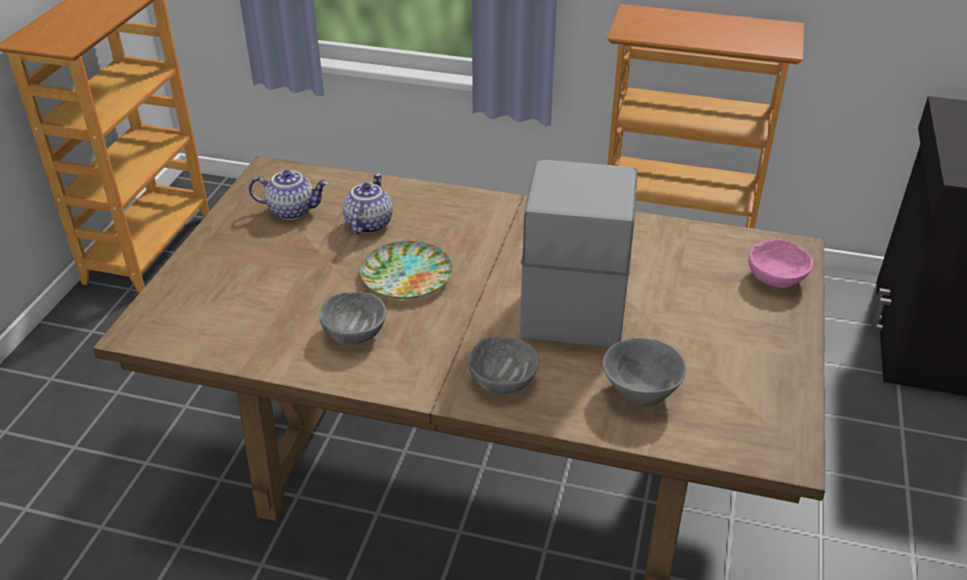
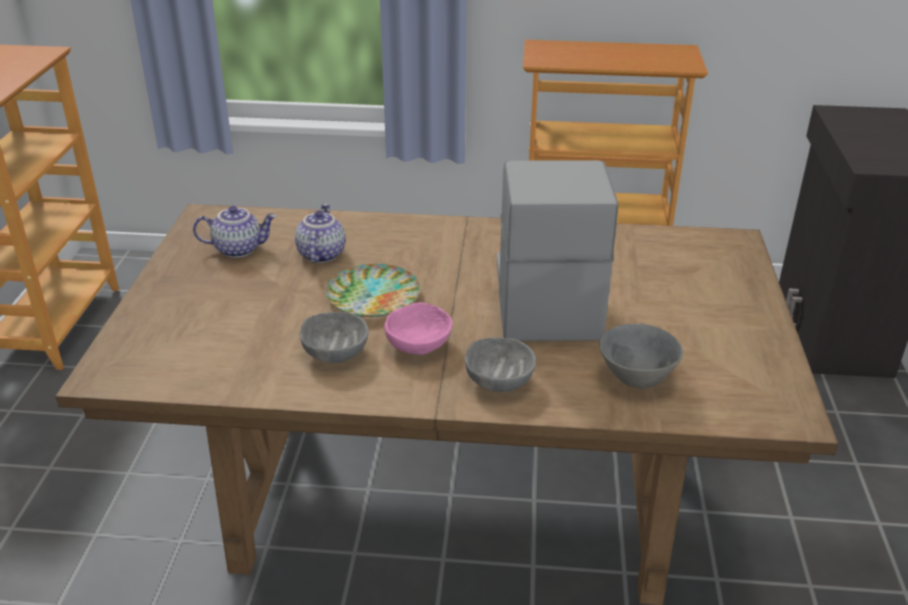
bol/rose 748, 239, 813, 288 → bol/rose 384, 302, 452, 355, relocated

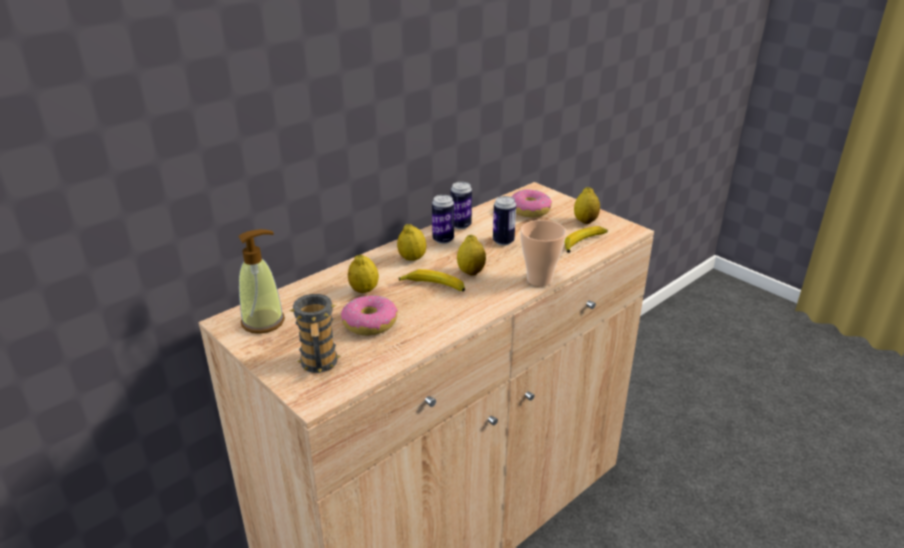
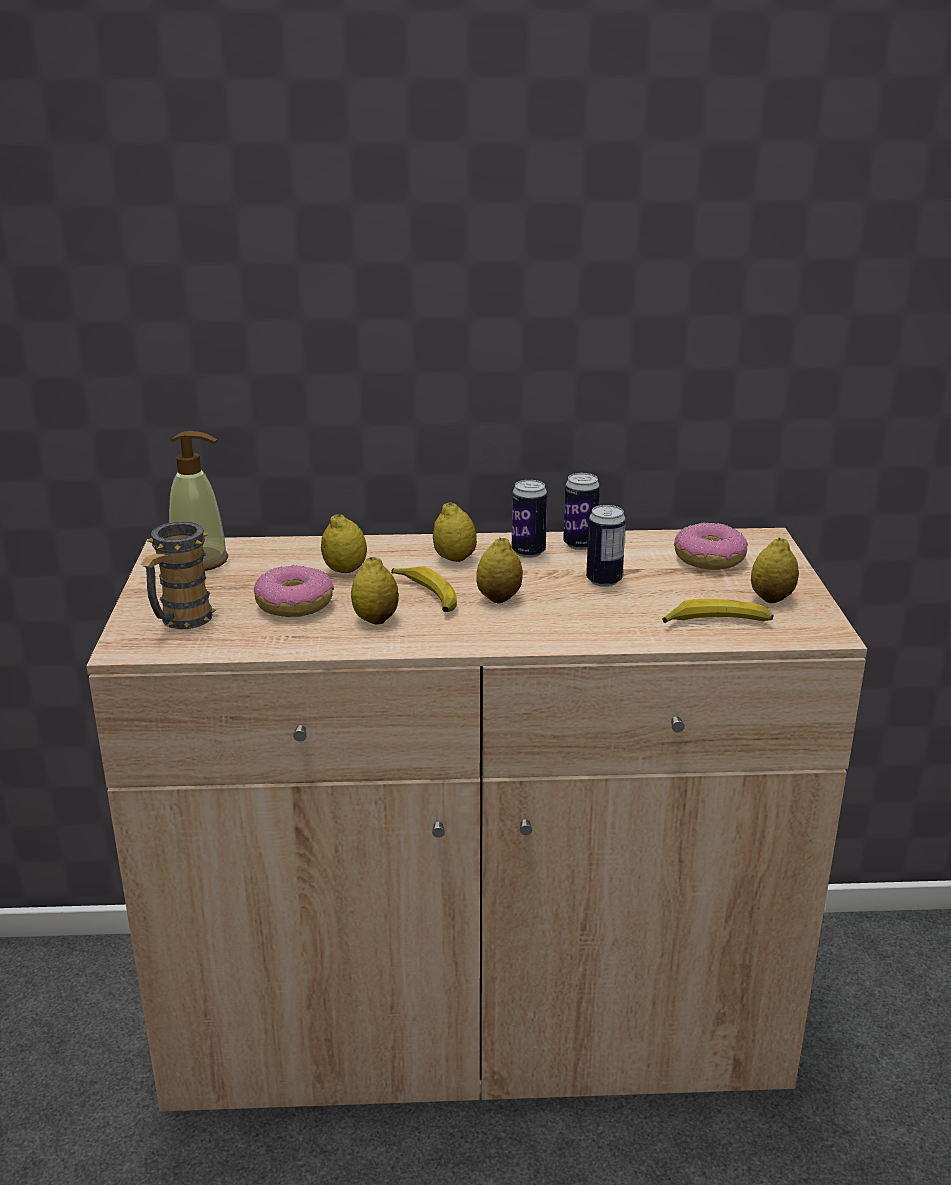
tasse 521, 220, 566, 287 → -
- → citron 351, 557, 399, 624

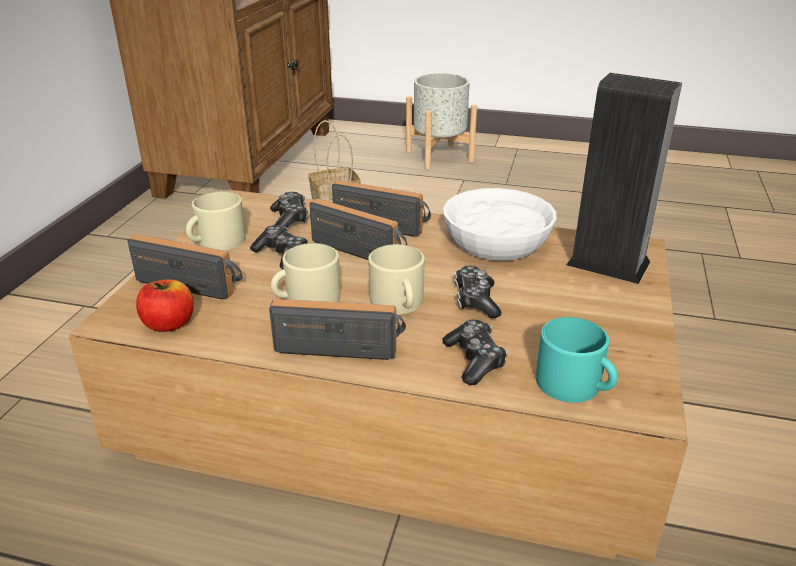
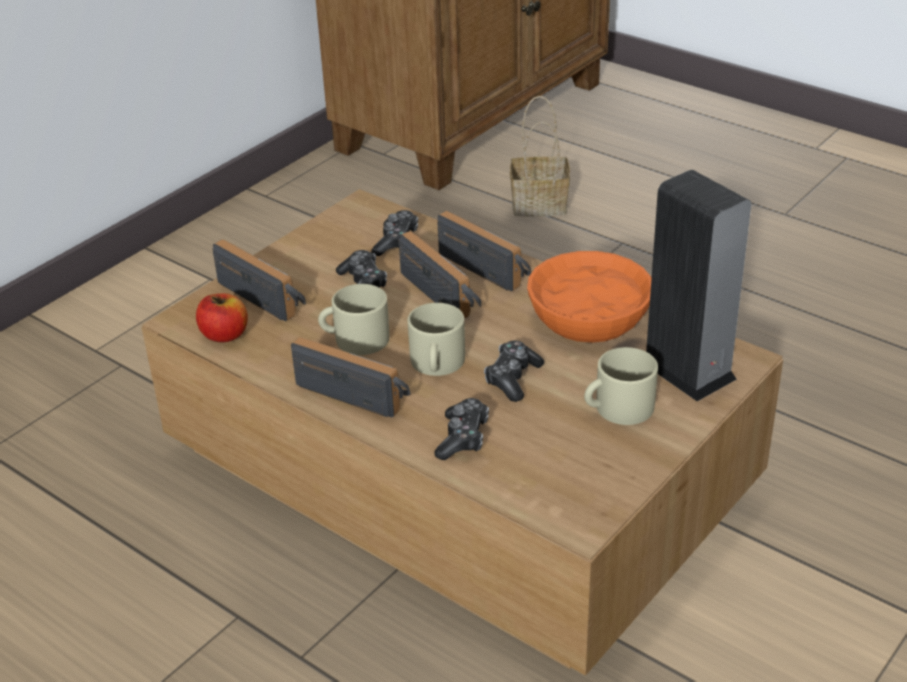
cache-pot/gris 406, 73, 477, 169 → -
mug/turquoise 536, 317, 618, 403 → -
mug/beige 186, 191, 246, 251 → mug/beige 584, 347, 658, 425, relocated
bol/blanc 443, 188, 557, 261 → bol/orange 527, 251, 652, 343

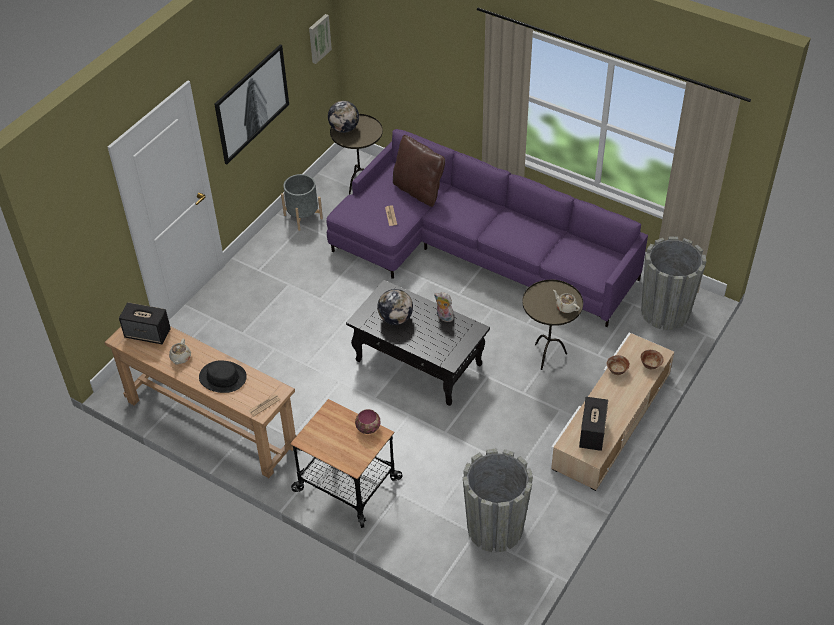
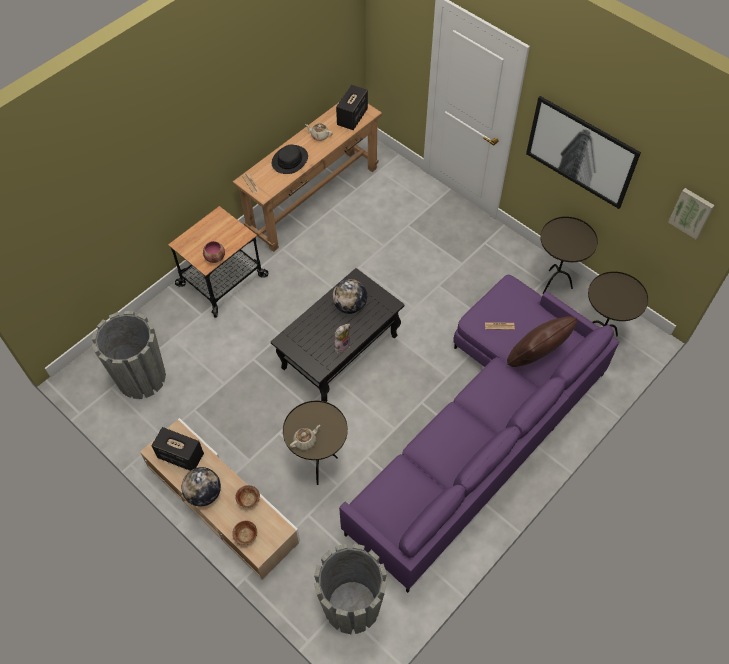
globe 328, 101, 359, 133 → globe 181, 467, 221, 506, relocated
cache-pot/gris 281, 174, 323, 231 → table d'appoint/marron 540, 216, 598, 294

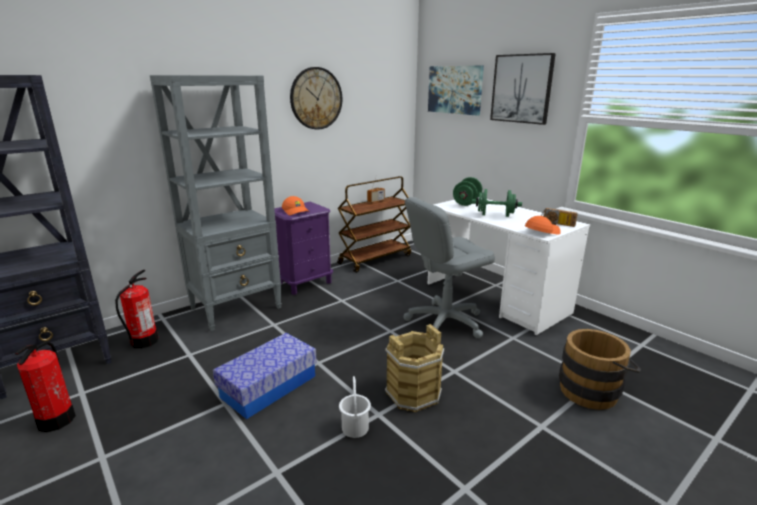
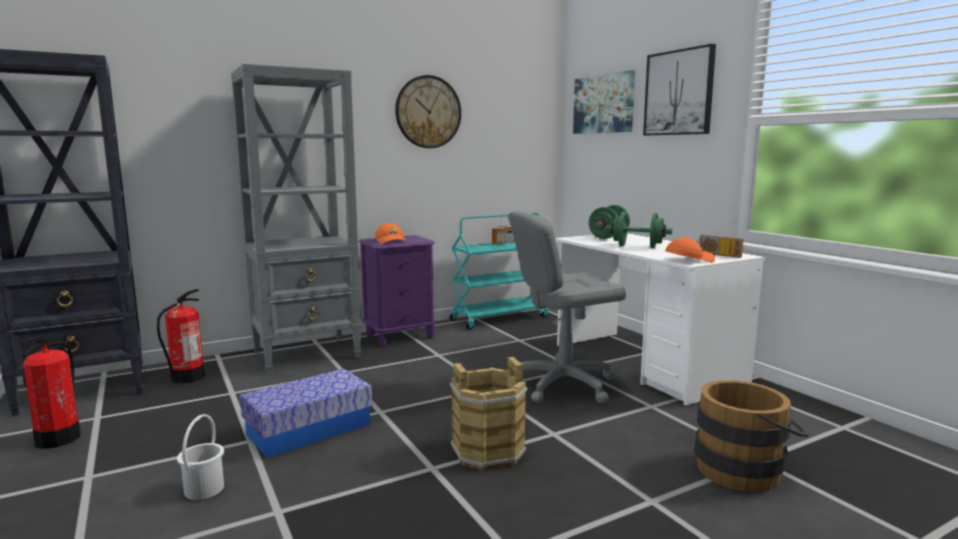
seau/blanc 339, 376, 371, 438 → seau/blanc 177, 414, 224, 500, relocated
chariot/marron 337, 176, 411, 273 → chariot/turquoise 449, 213, 549, 330

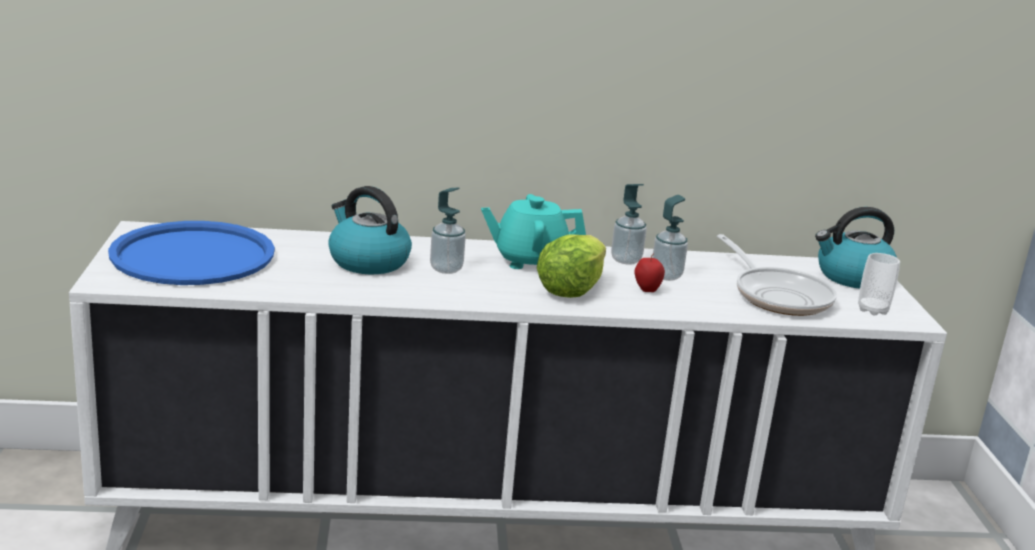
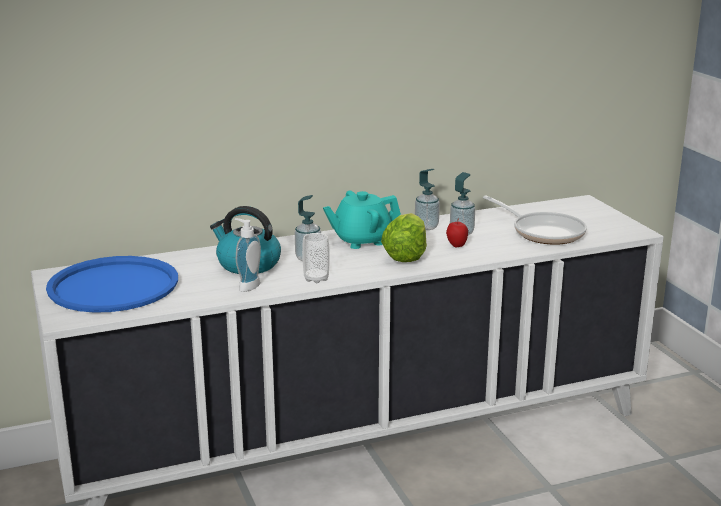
bouilloire 815, 207, 897, 289 → -
- → distributeur de savon 235, 218, 261, 292
tasse 858, 253, 900, 316 → tasse 302, 233, 330, 283, relocated

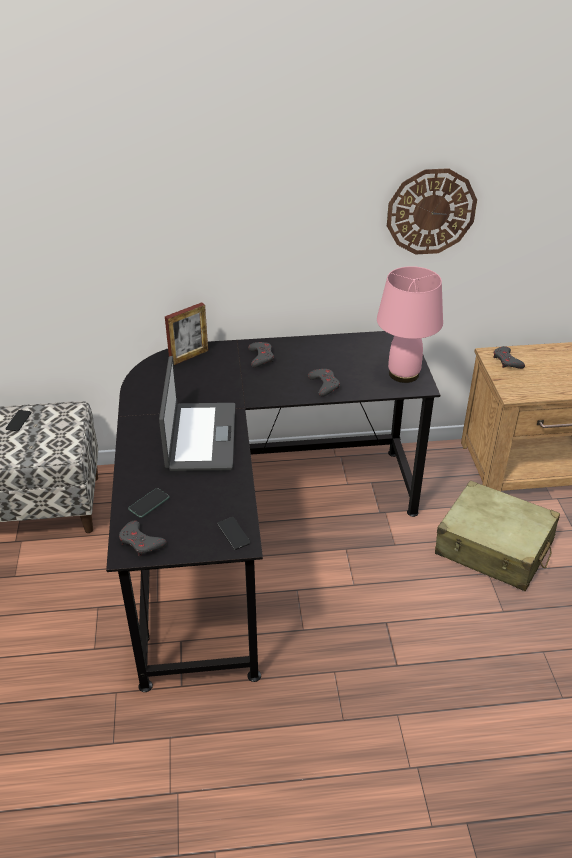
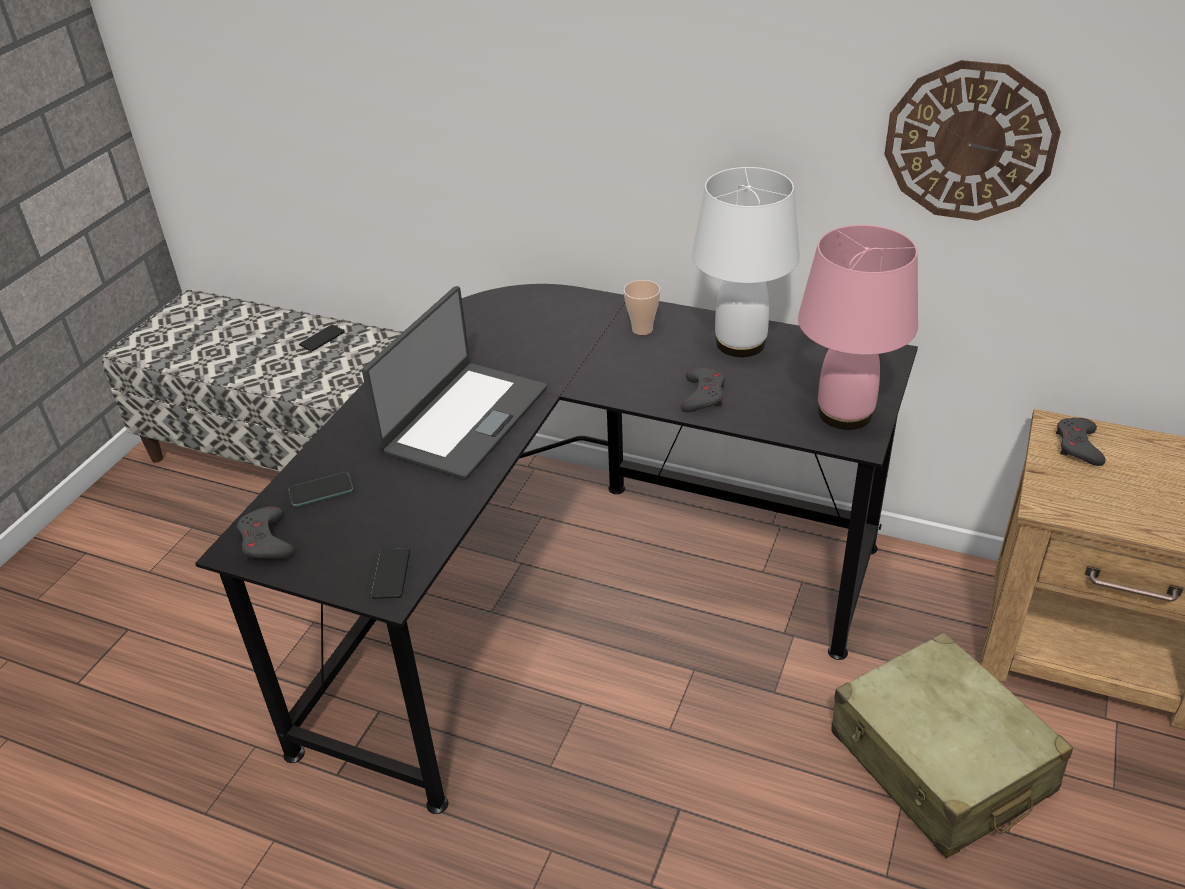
cadre photo 165, 302, 208, 365 → -
- → lampe de table/blanc 692, 167, 800, 357
manette/gris 248, 342, 274, 368 → tasse 624, 280, 661, 335

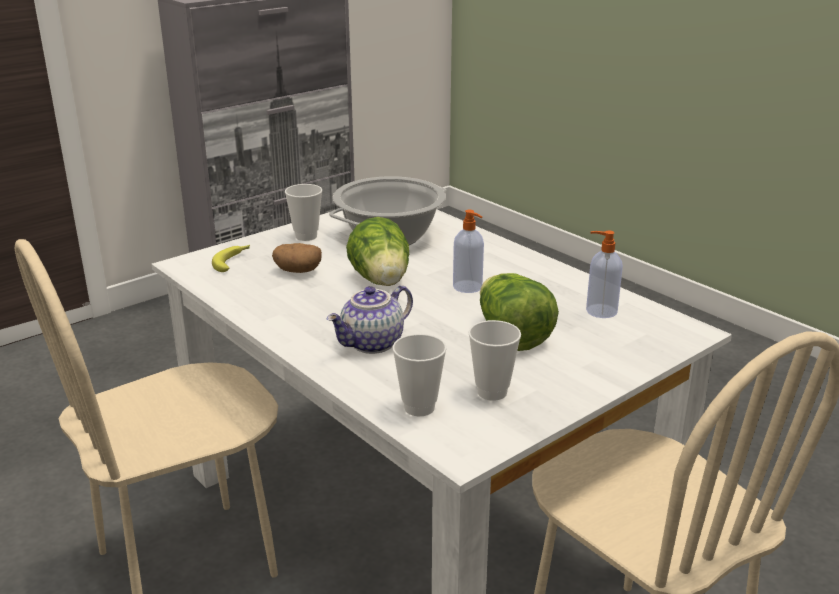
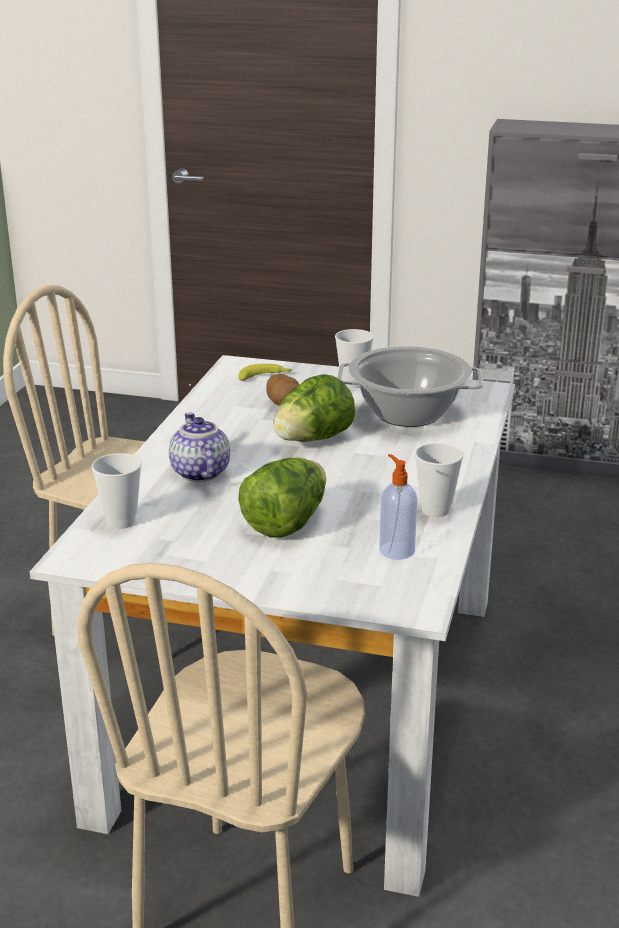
distributeur de savon 453, 210, 484, 293 → -
tasse 468, 320, 521, 401 → tasse 415, 443, 463, 517, relocated
théière 327, 285, 413, 354 → théière 169, 413, 230, 482, 60 degrees clockwise

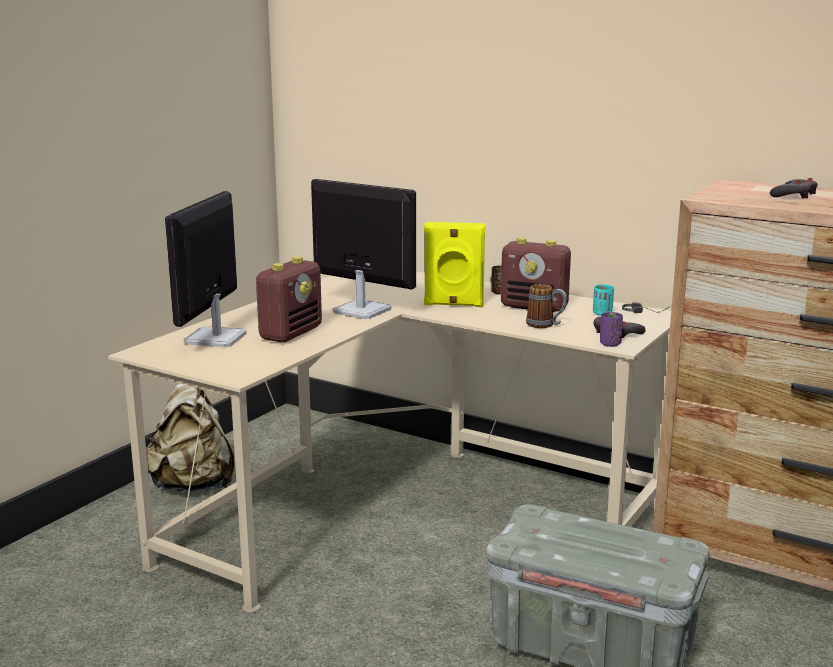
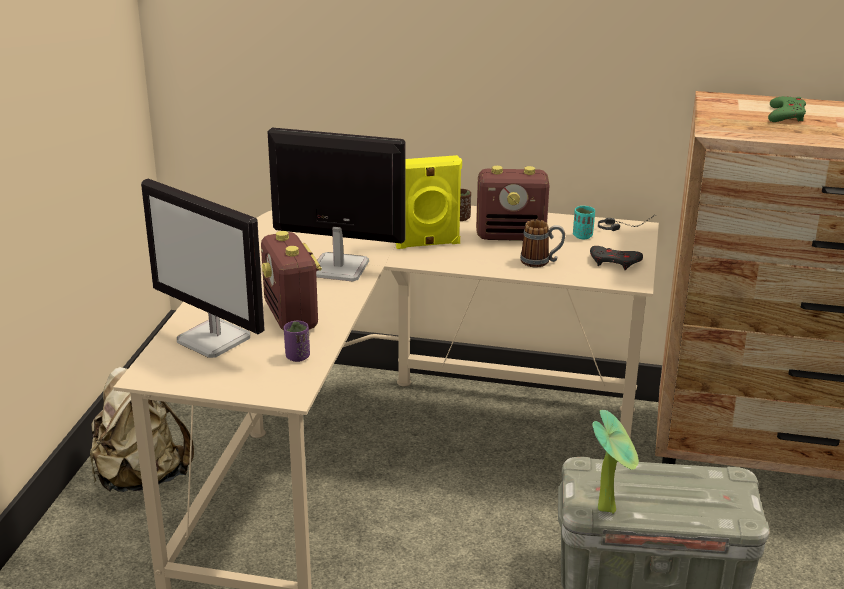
- → plante en pot 592, 410, 639, 514
tasse/violet 600, 312, 623, 347 → tasse/violet 284, 321, 310, 362, relocated
manette/gris 770, 178, 818, 198 → manette/vert 768, 96, 806, 122
écran d'ordinateur 165, 191, 246, 347 → écran d'ordinateur 141, 179, 265, 358, 45 degrees counterclockwise
radio 256, 256, 322, 342 → radio 261, 231, 322, 331, 150 degrees clockwise

